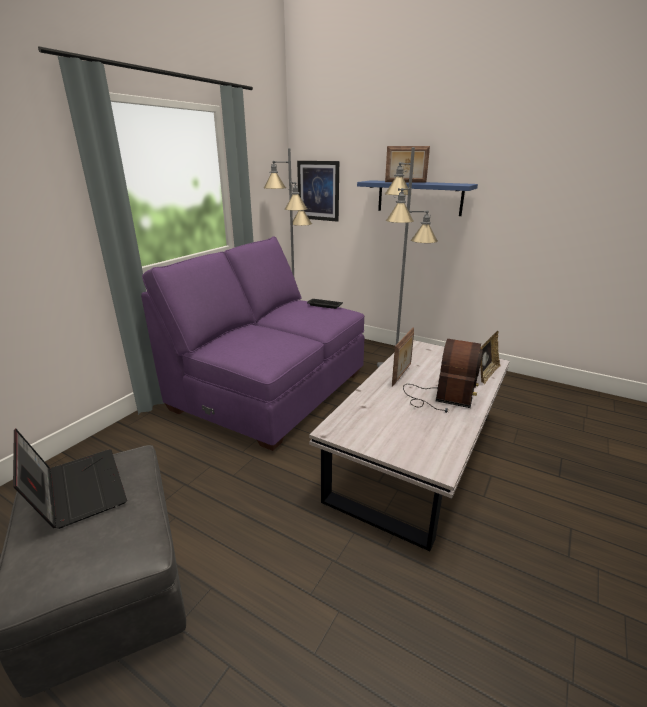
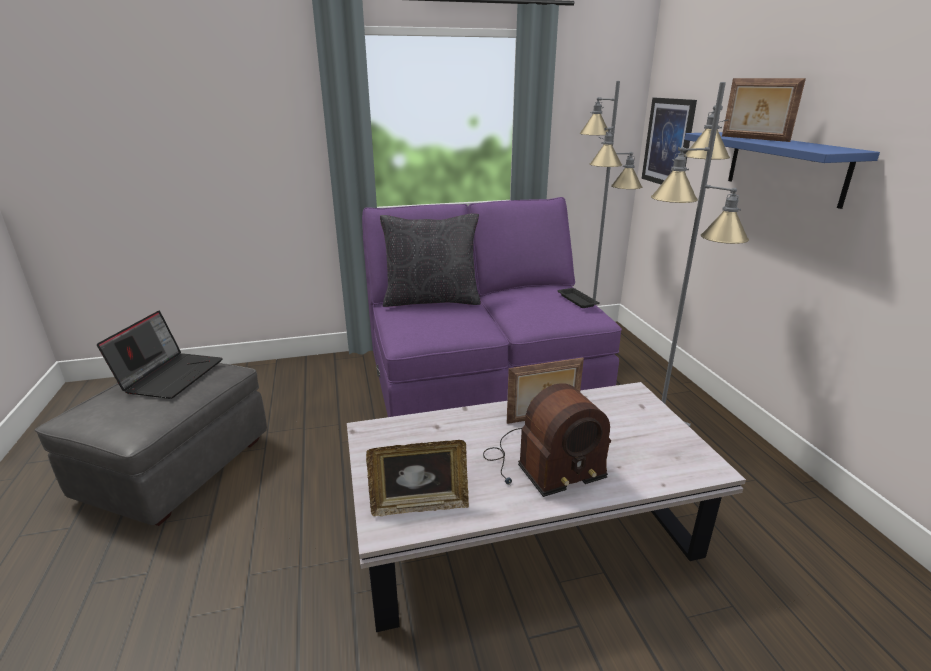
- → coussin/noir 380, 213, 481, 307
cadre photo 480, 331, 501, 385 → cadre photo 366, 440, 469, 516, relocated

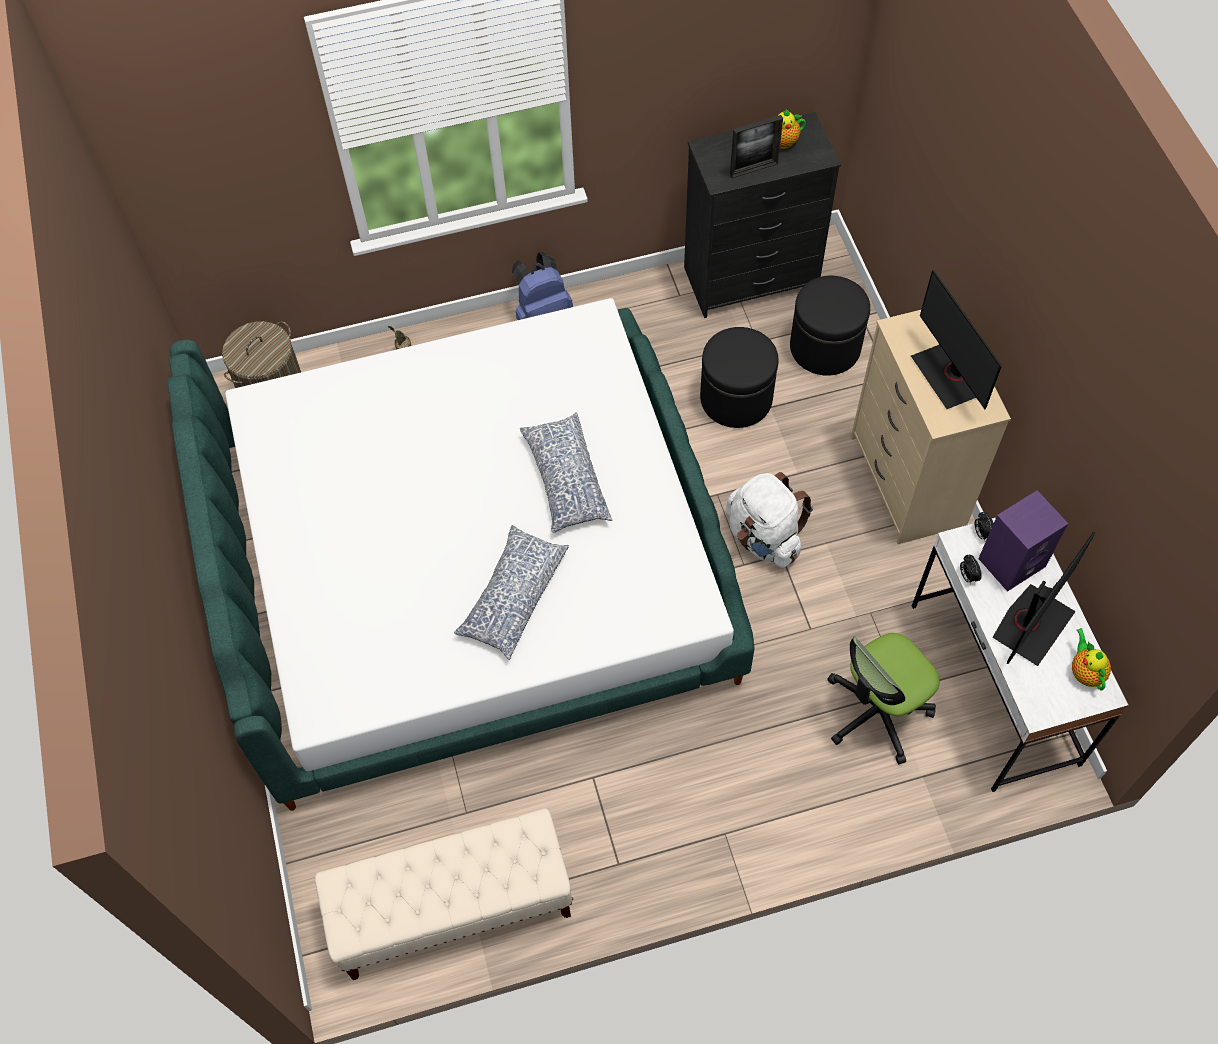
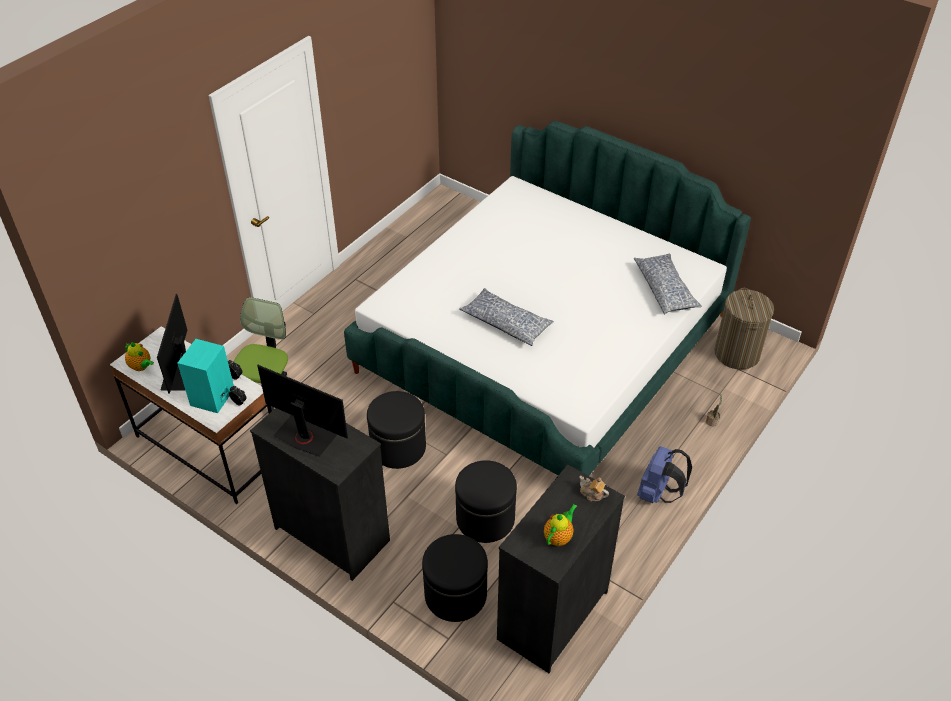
banc/beige 315, 808, 573, 980 → -
cadre photo 730, 115, 783, 178 → -
- → théière 580, 476, 609, 501
coussin 454, 525, 569, 660 → coussin 634, 254, 702, 314, relocated
sac à dos/blanc 726, 472, 813, 568 → pouf/noir 367, 391, 426, 469
commode/beige 851, 310, 1011, 544 → commode/noir 250, 408, 390, 581
enceinte/violet 978, 490, 1068, 592 → enceinte/turquoise 177, 339, 234, 413

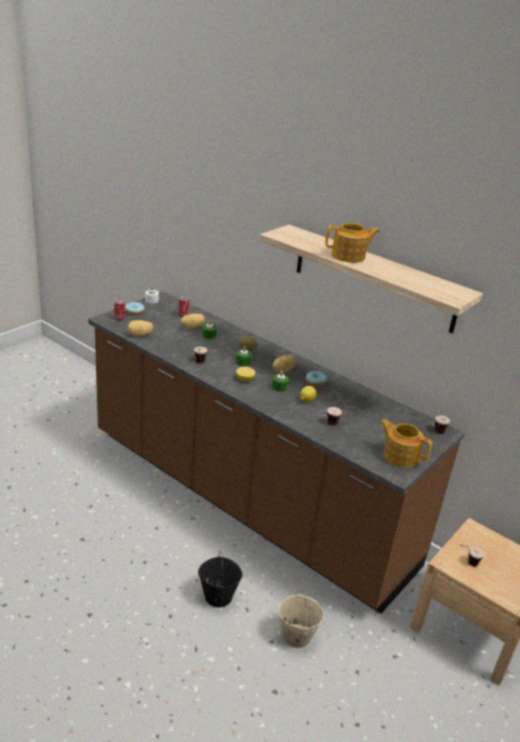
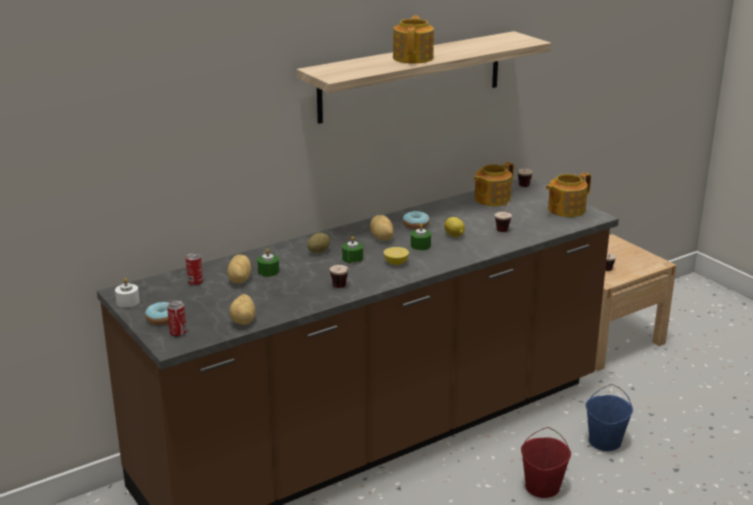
- → théière 473, 162, 514, 206
seau/noir 198, 551, 243, 607 → seau/rouge 521, 427, 571, 498
seau/beige 278, 590, 324, 648 → seau/bleu 586, 384, 633, 451

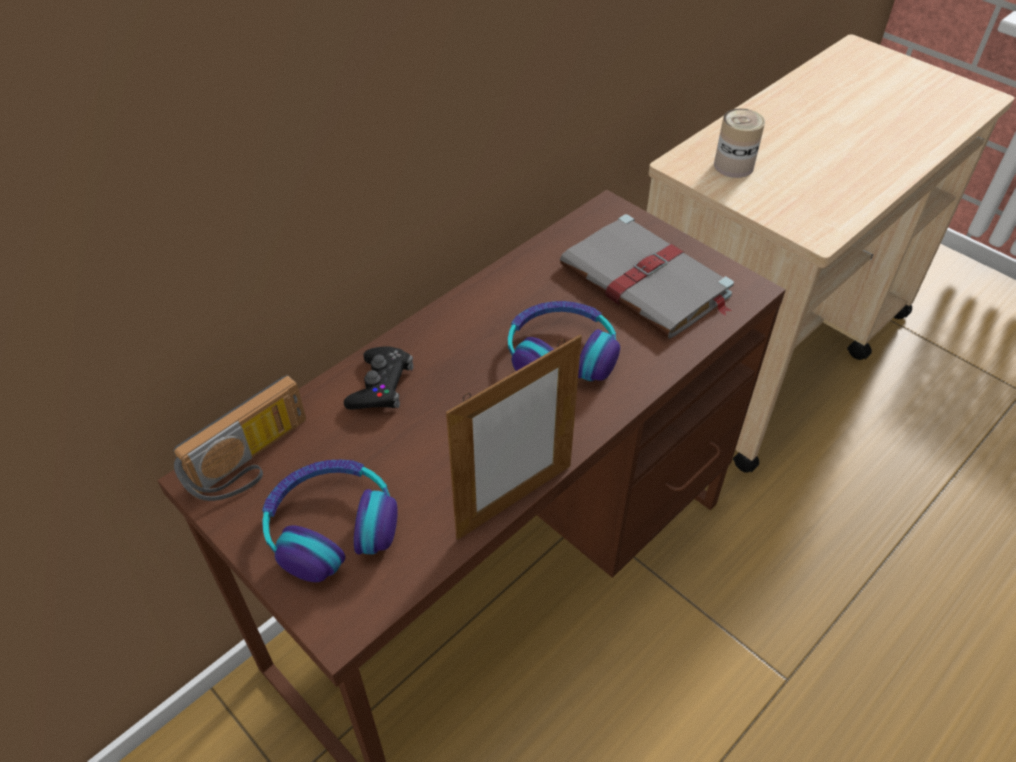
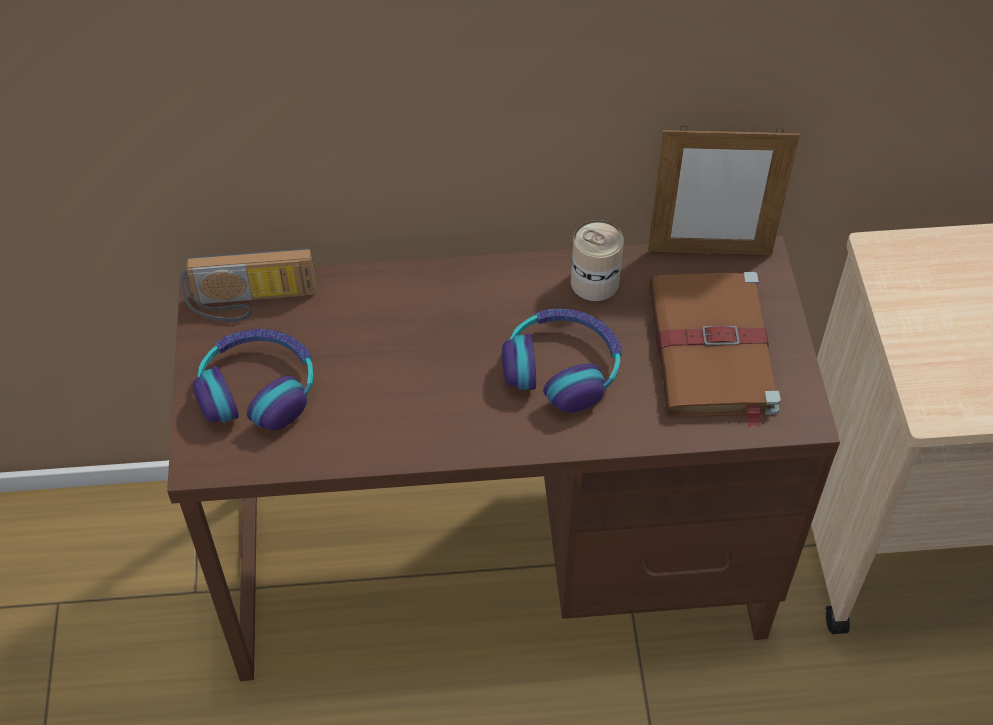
manette/noir 344, 346, 413, 410 → -
cadre photo 446, 335, 582, 540 → cadre photo 648, 125, 800, 255, relocated
boîte métallique 714, 108, 765, 178 → boîte métallique 571, 220, 624, 301, relocated
livre/gris 560, 214, 734, 339 → livre/marron 649, 272, 781, 429

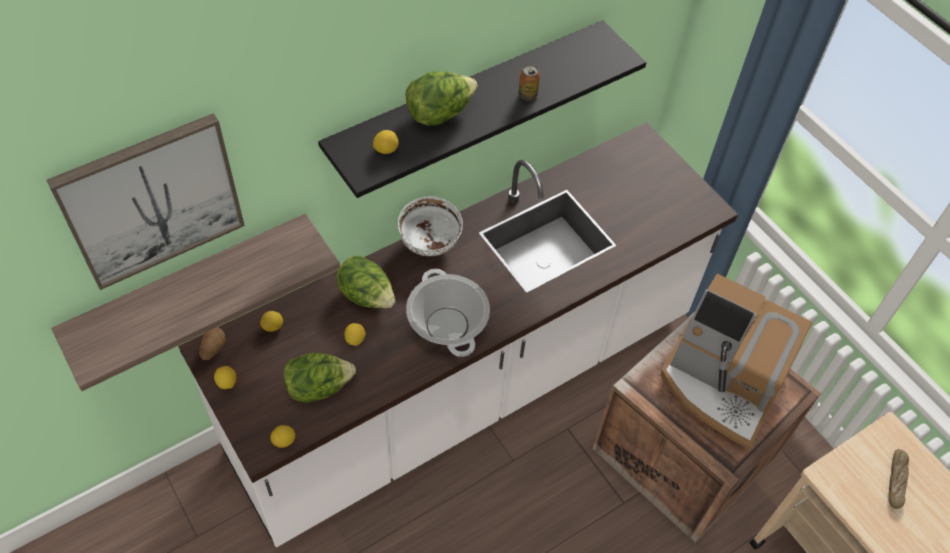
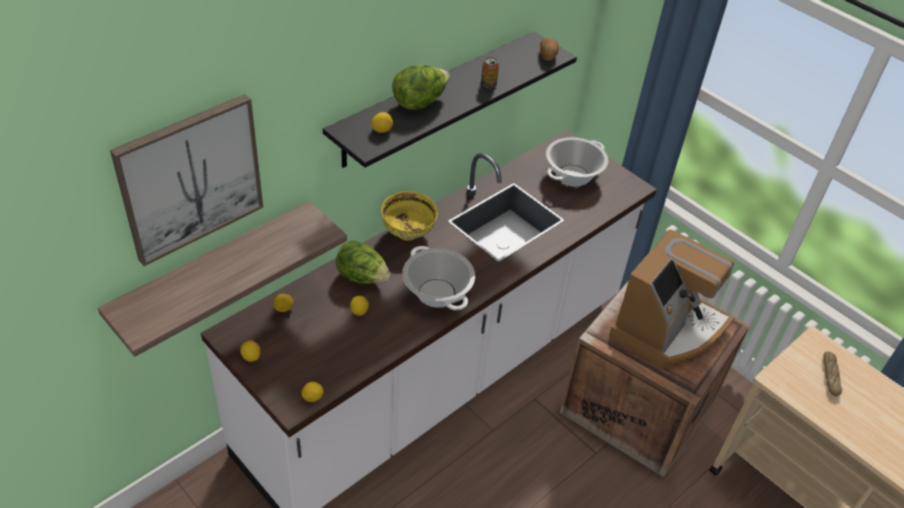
laitue 283, 353, 356, 403 → -
- → marmite 546, 137, 608, 186
pomme de terre 199, 327, 226, 360 → pomme de terre 540, 38, 559, 61, relocated
bol/blanc 398, 196, 463, 256 → bol/jaune 381, 191, 438, 241
machine à café 660, 274, 812, 451 → machine à café 608, 229, 735, 368, 75 degrees counterclockwise

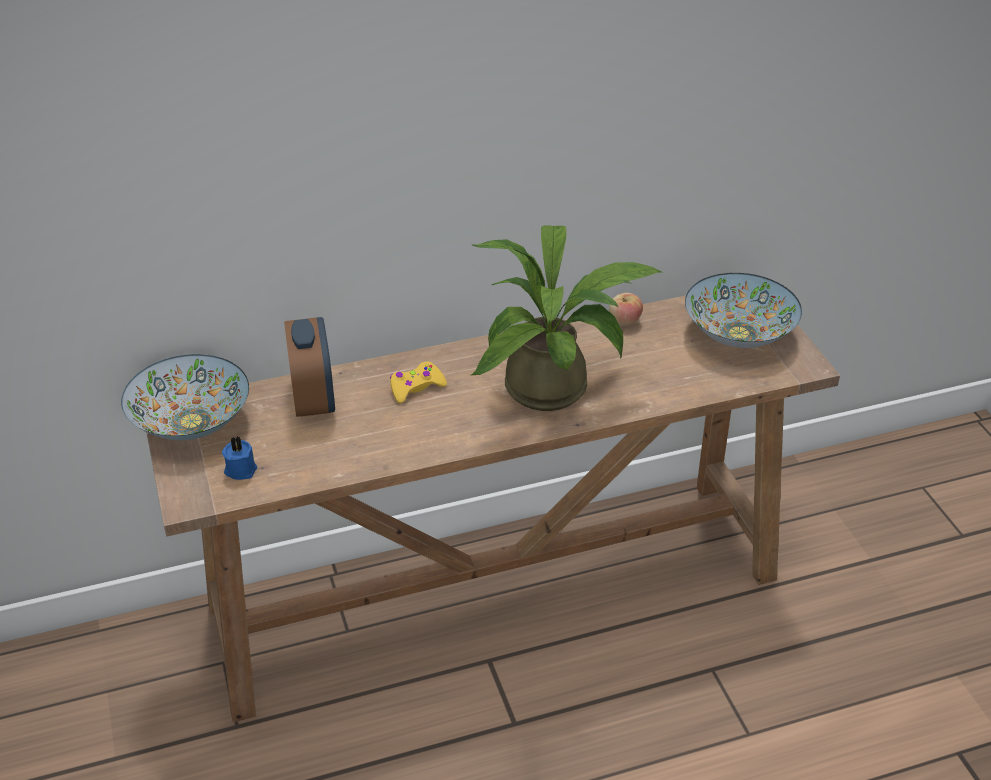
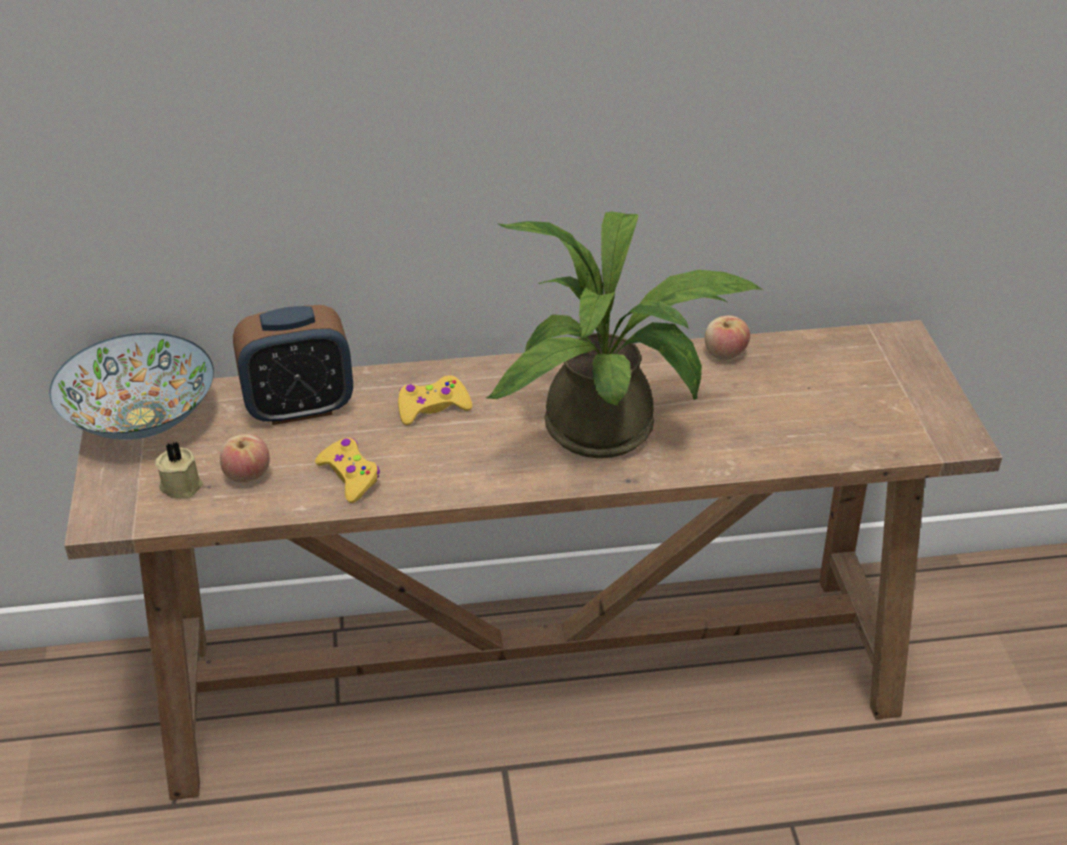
bol 685, 273, 802, 348 → -
- → pomme 220, 434, 270, 483
- → manette/jaune 315, 438, 380, 503
bougie/bleu 222, 436, 257, 480 → bougie/beige 155, 441, 203, 499
réveil 284, 317, 335, 417 → réveil 233, 305, 353, 425, 75 degrees clockwise

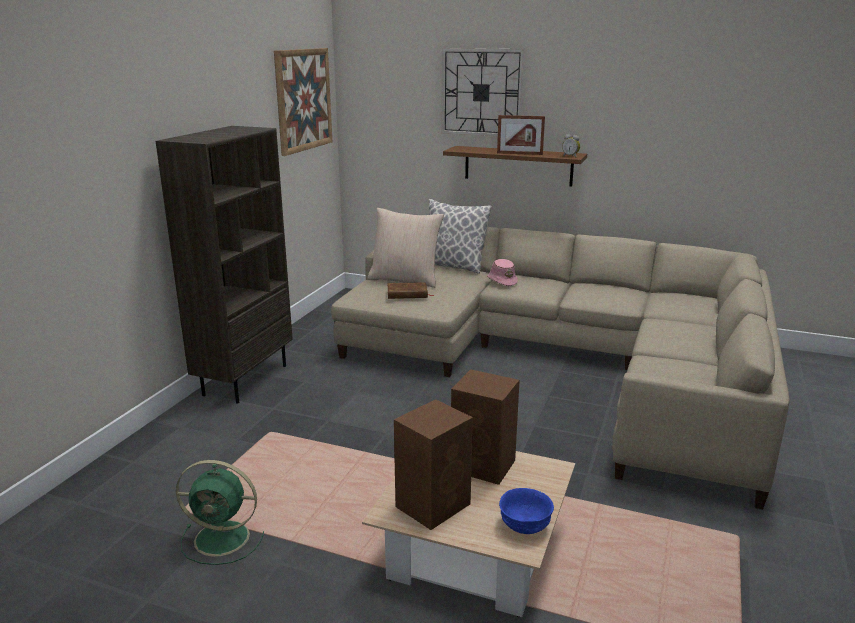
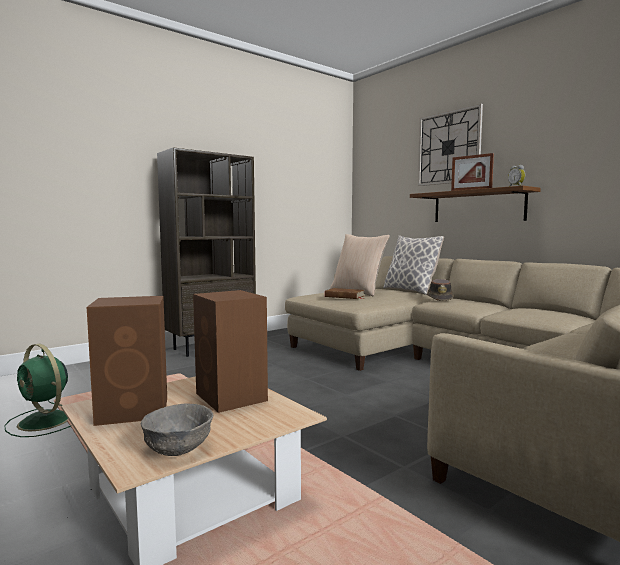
tableau 274, 48, 332, 156 → -
chapeau/rose 487, 259, 518, 286 → chapeau/marron 428, 279, 454, 301
bol/bleu 499, 488, 554, 534 → bol/gris 141, 403, 213, 456

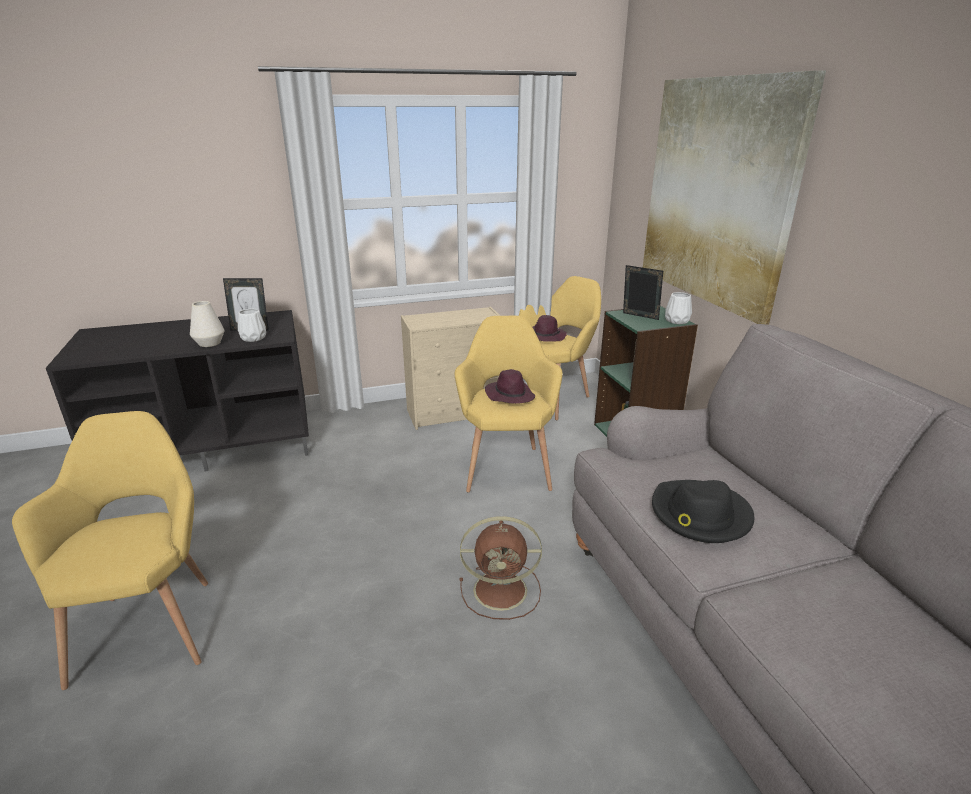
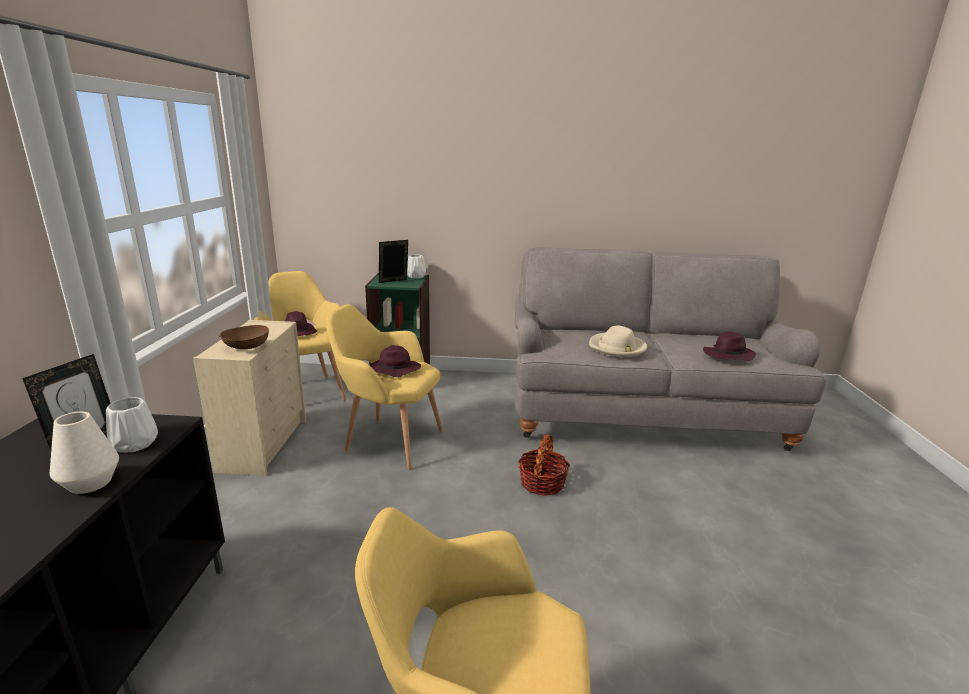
tableau 643, 70, 826, 325 → -
- → bol/marron 219, 325, 269, 349
- → chapeau/violet 703, 332, 756, 361
ventilateur/marron 460, 516, 542, 620 → panier 518, 434, 570, 496
chapeau/noir 652, 480, 754, 543 → chapeau/beige 589, 326, 647, 357

